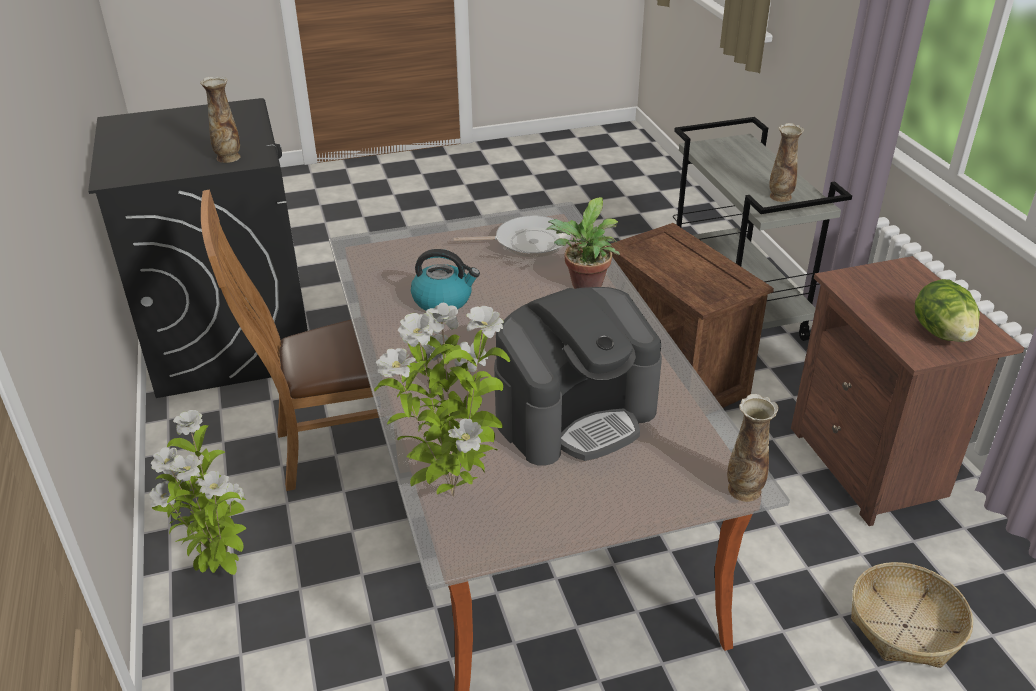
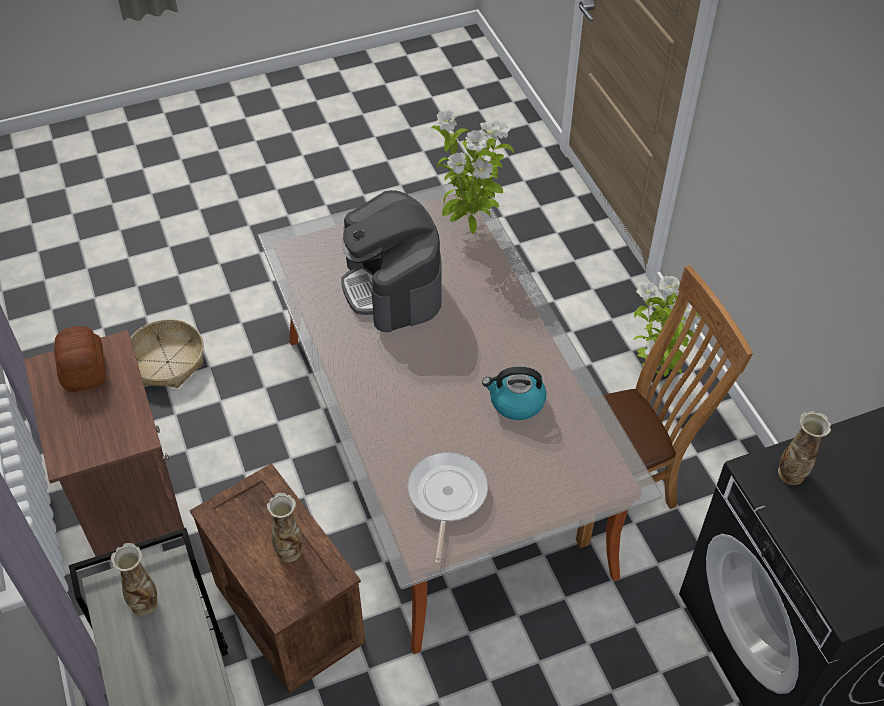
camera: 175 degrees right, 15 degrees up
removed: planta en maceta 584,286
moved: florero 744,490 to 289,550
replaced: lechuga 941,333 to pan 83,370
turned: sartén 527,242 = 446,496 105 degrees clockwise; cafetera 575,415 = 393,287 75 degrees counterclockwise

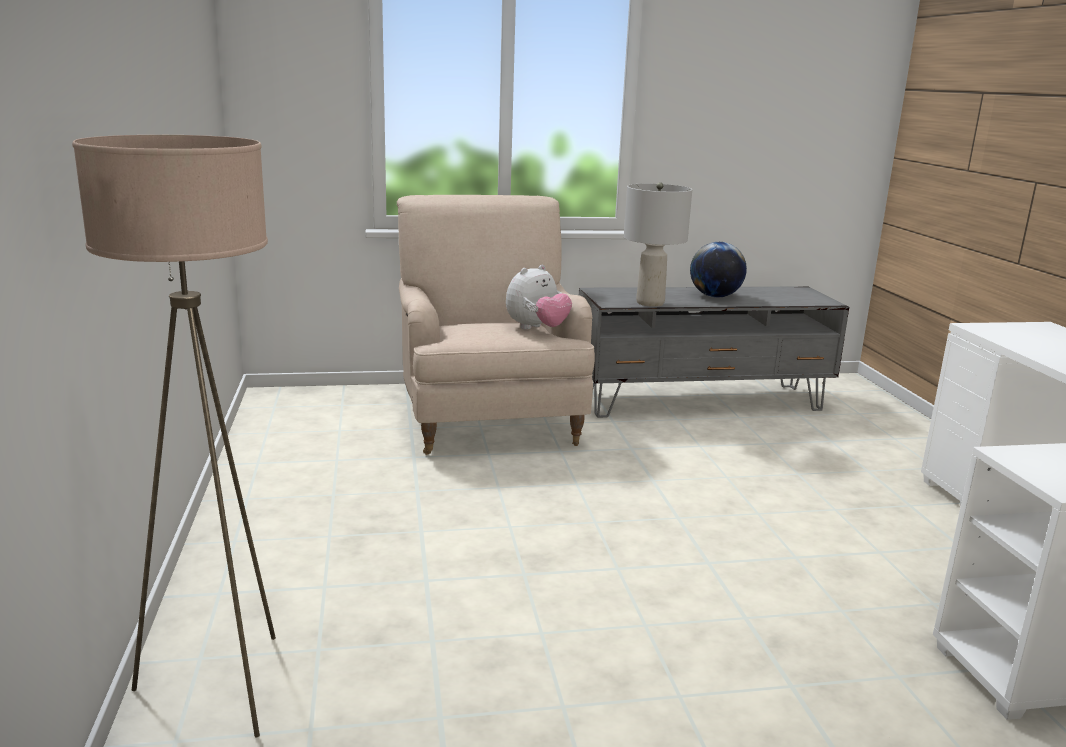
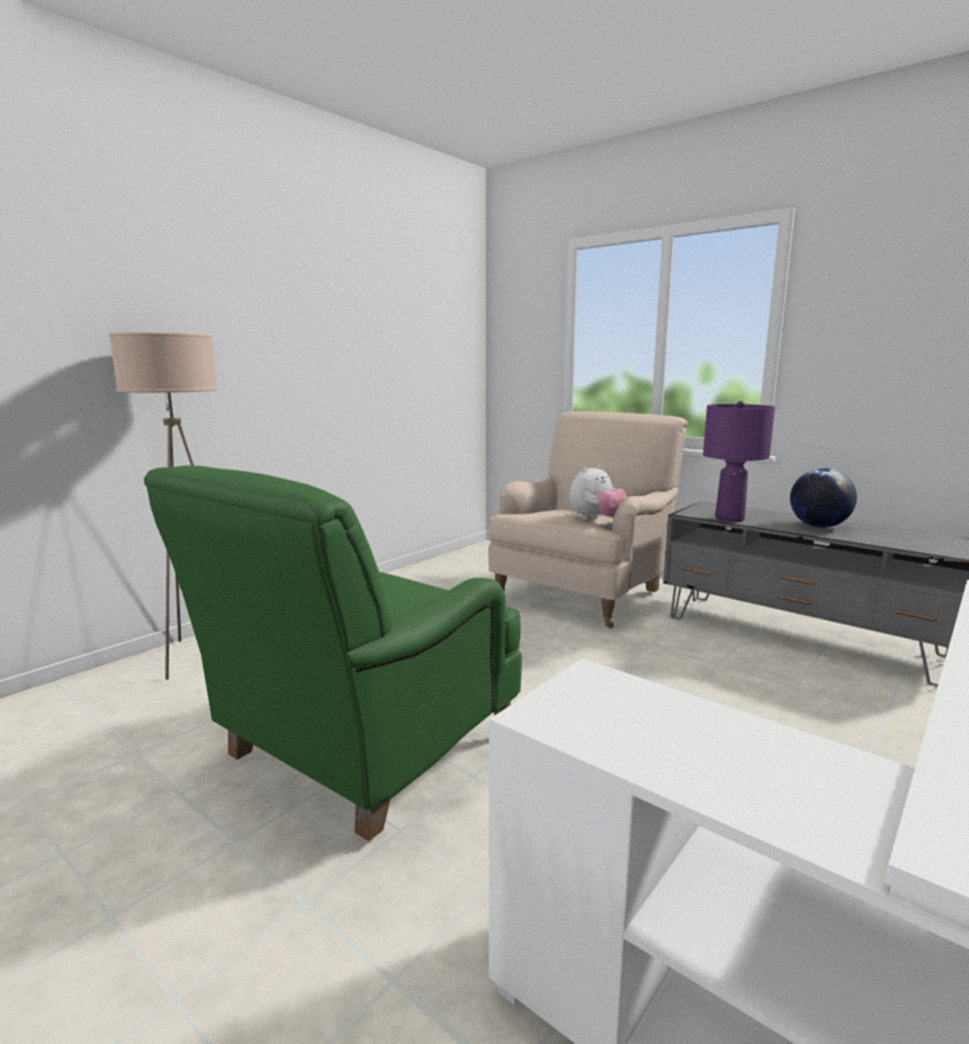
camera: 50 degrees right, 5 degrees down
added: sillón [verde] 360,755
recoloured: lámpara de mesa [gris] 650,303 to lámpara de mesa [morado] 729,519
turned: peluche 537,329 = 596,519 45 degrees counterclockwise

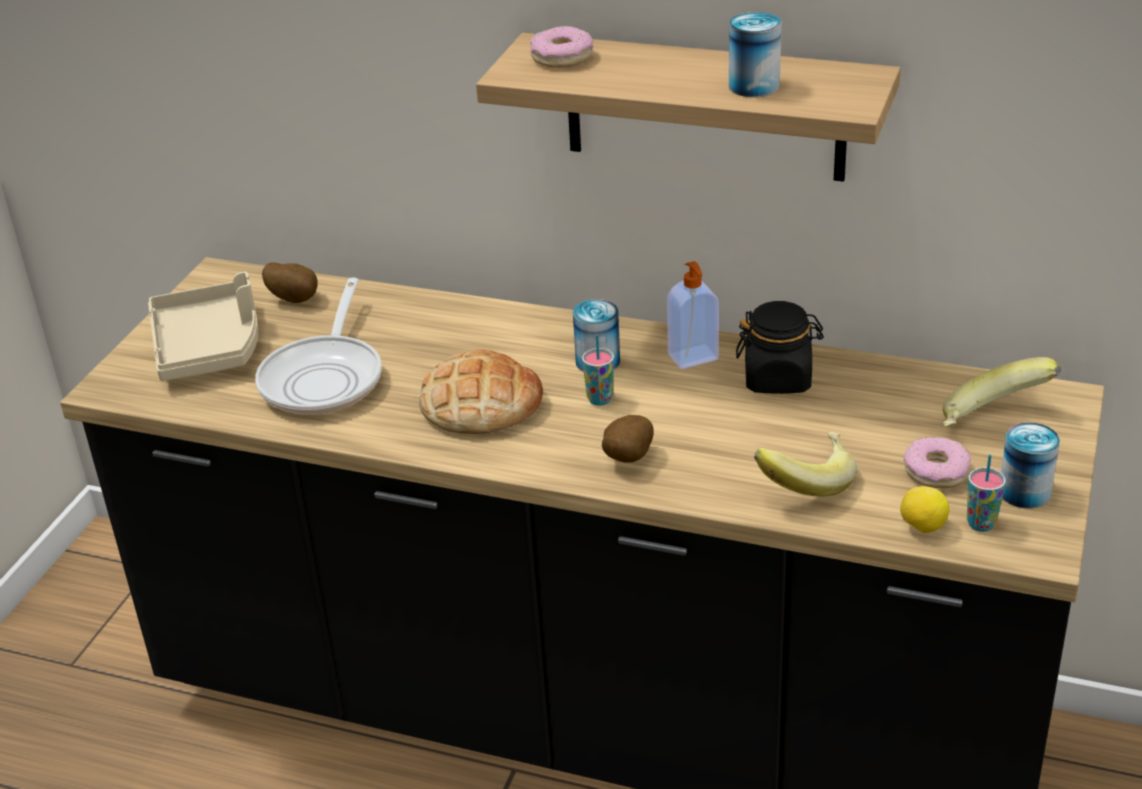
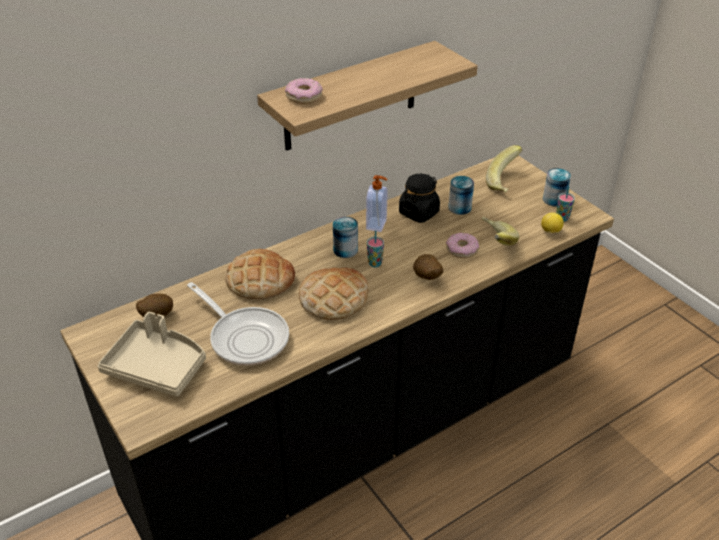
camera: 55 degrees left, 5 degrees up
added: pan 260,280
moved: lata 754,86 to 459,207; rosquilla 936,471 to 462,249

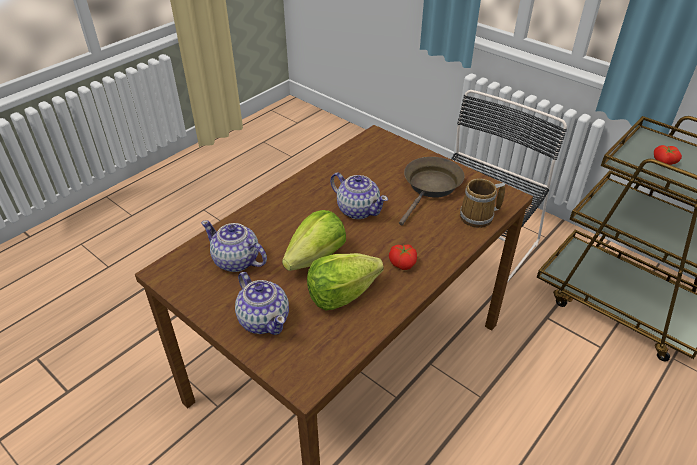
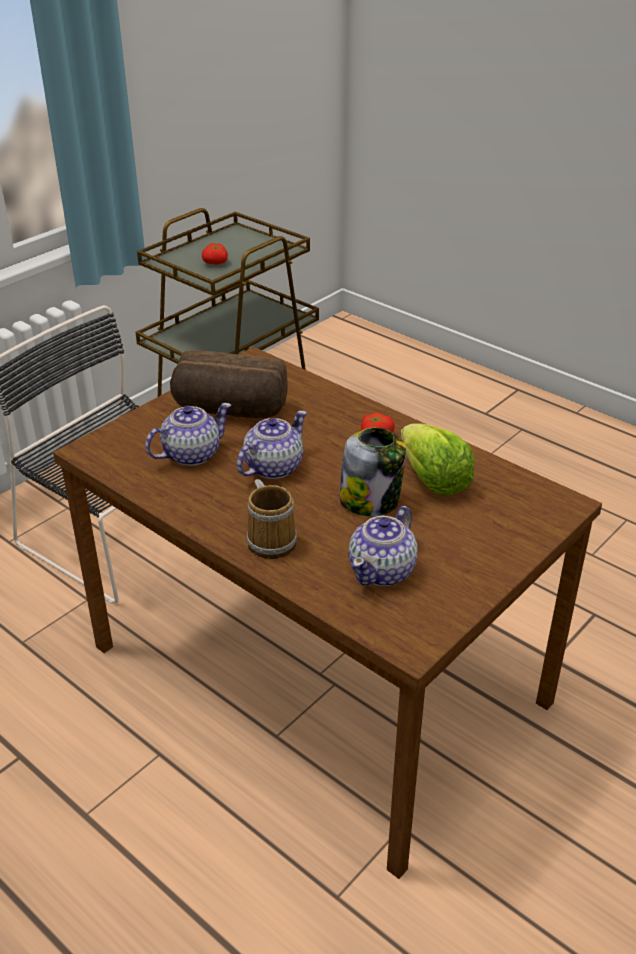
camera: 90 degrees left, 5 degrees down
moved: taza grande 479,217 to 272,540; tetera 264,319 to 190,454
replaced: sartén [marrón] 431,187 to pan 229,410; lechuga 316,258 to tarro 370,500

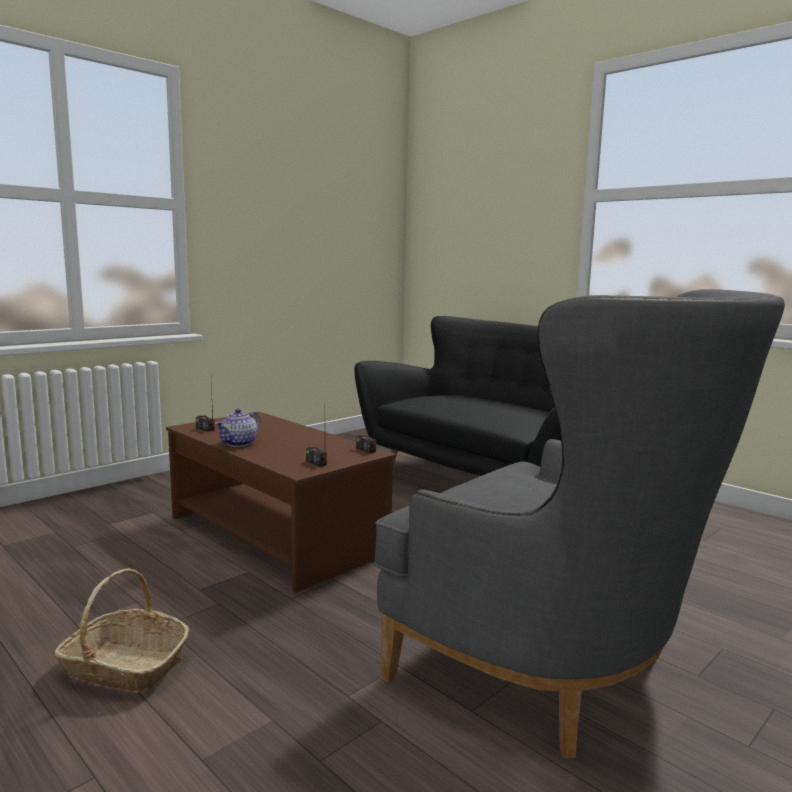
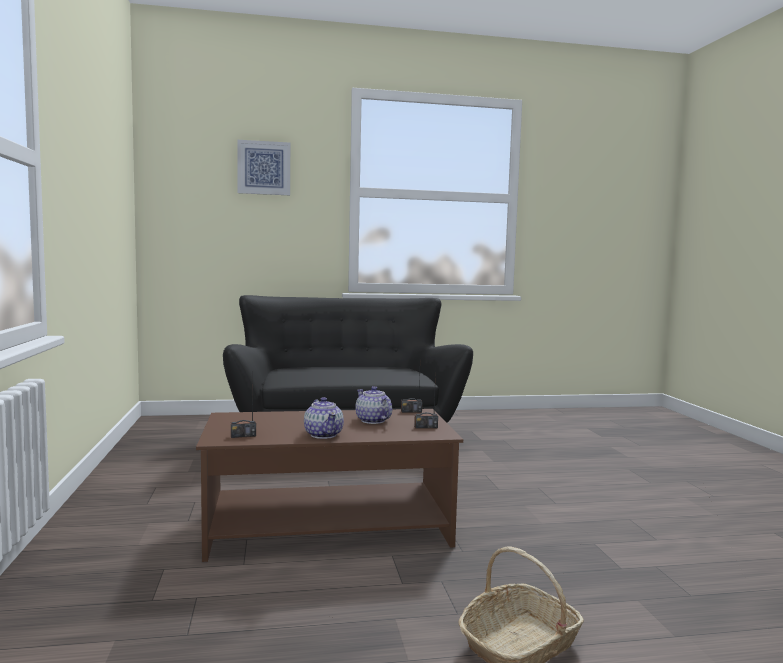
camera: 55 degrees left, 5 degrees down
removed: sillón [gris] 557,674
added: cuadro 264,168; tetera 373,421

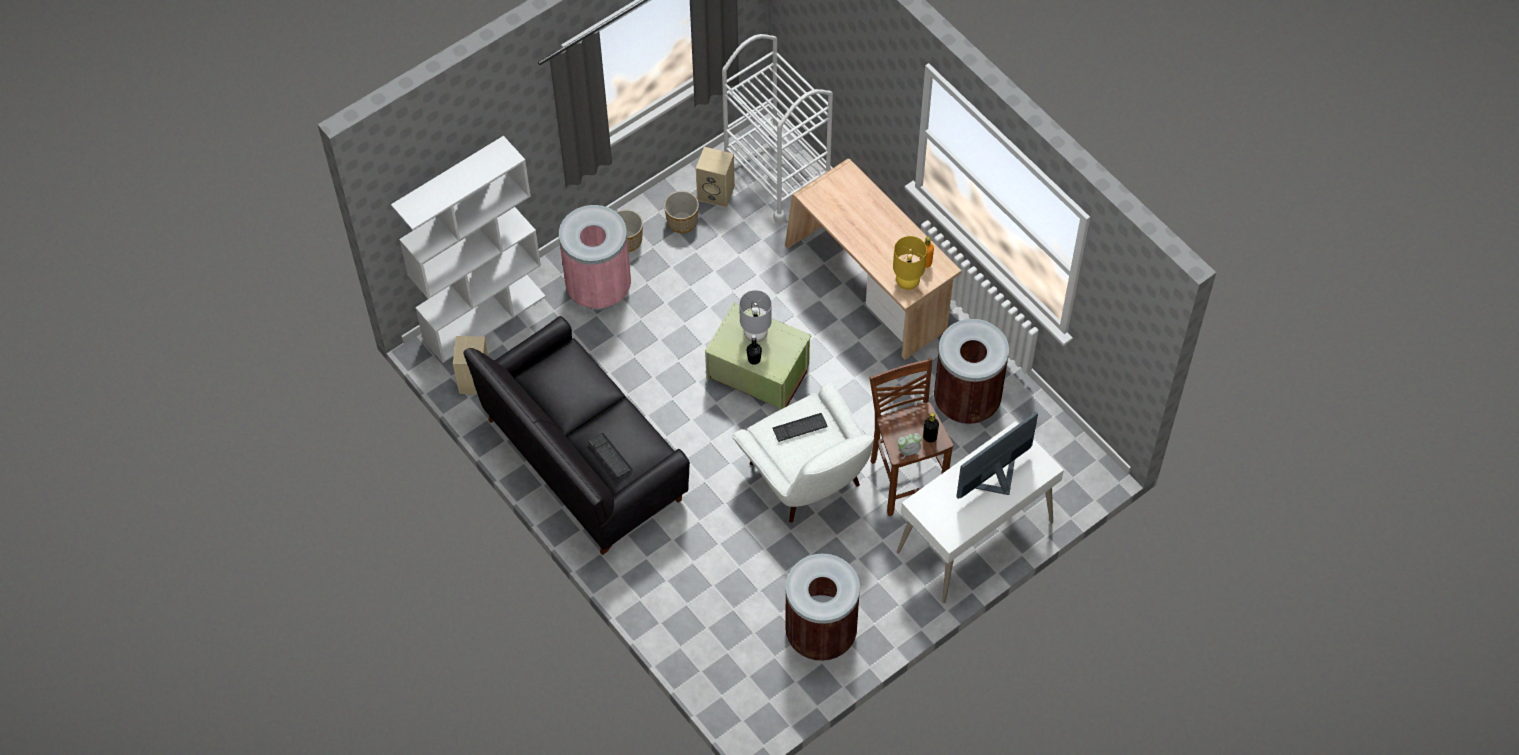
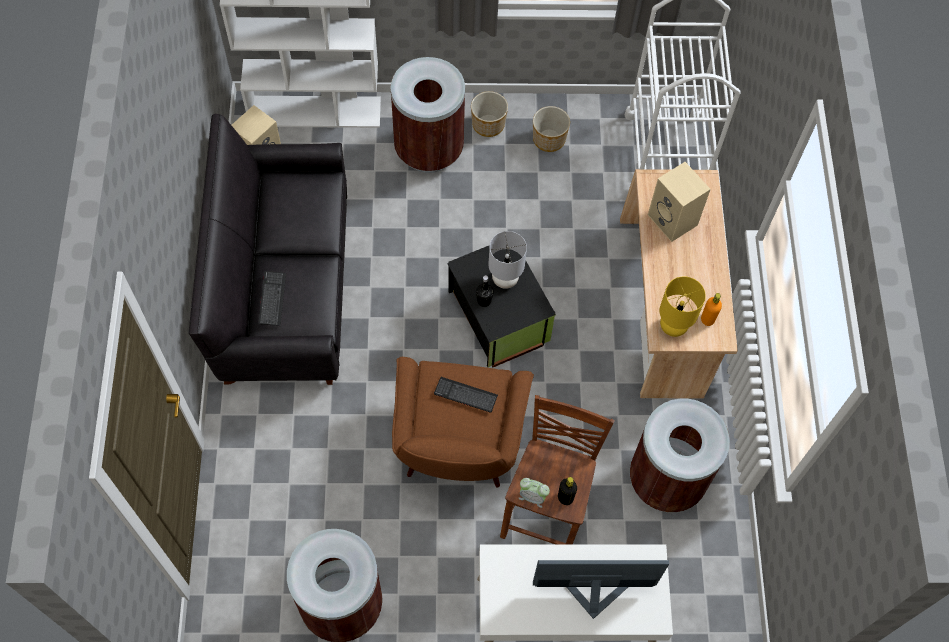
camera: 35 degrees right, 5 degrees up
moved: altavoz [beis] 717,192 to 674,220
recoloured: papelera [rosa] 599,288 to papelera [marrón] 429,149; caja de almacenaje [verde] 757,373 to caja de almacenaje [negro] 497,317; sillón [blanco] 808,480 to sillón [marrón] 457,448

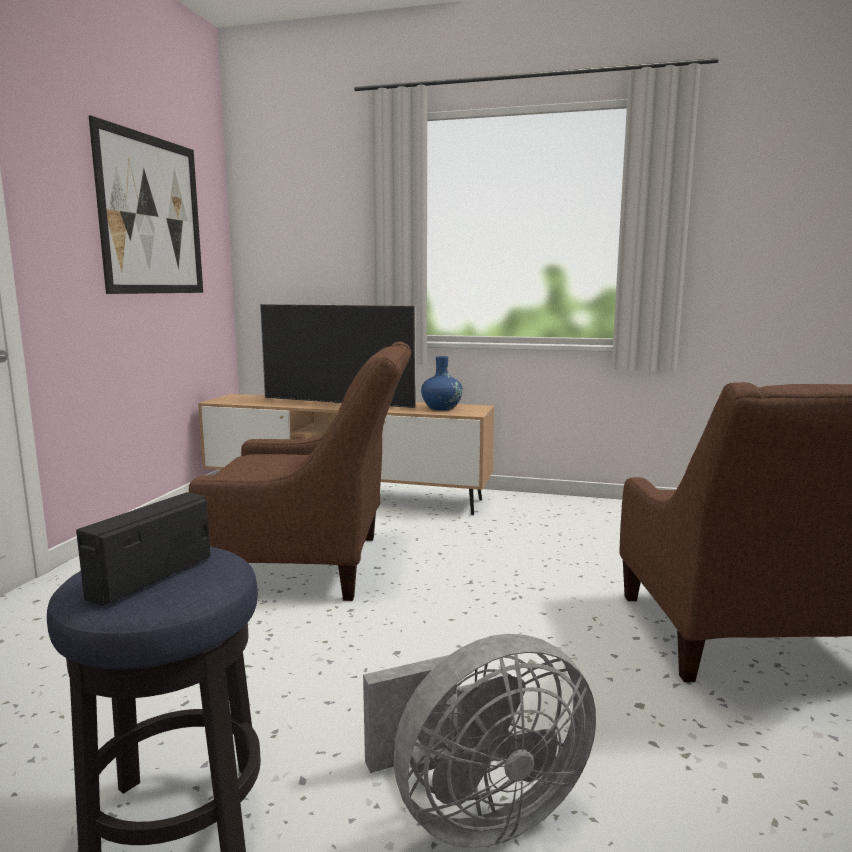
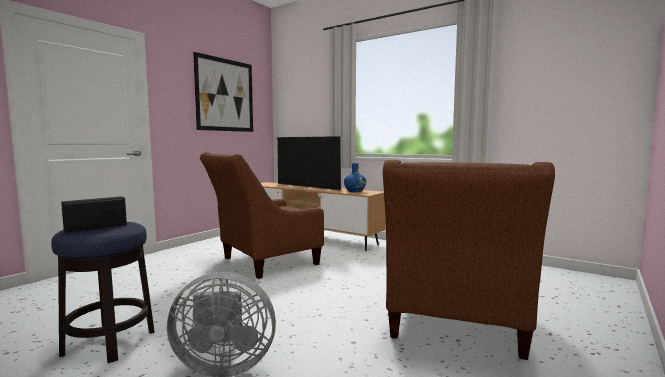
camera: 20 degrees right, 5 degrees down
turned: sillón [marrón] 315,565 = 263,262 120 degrees clockwise

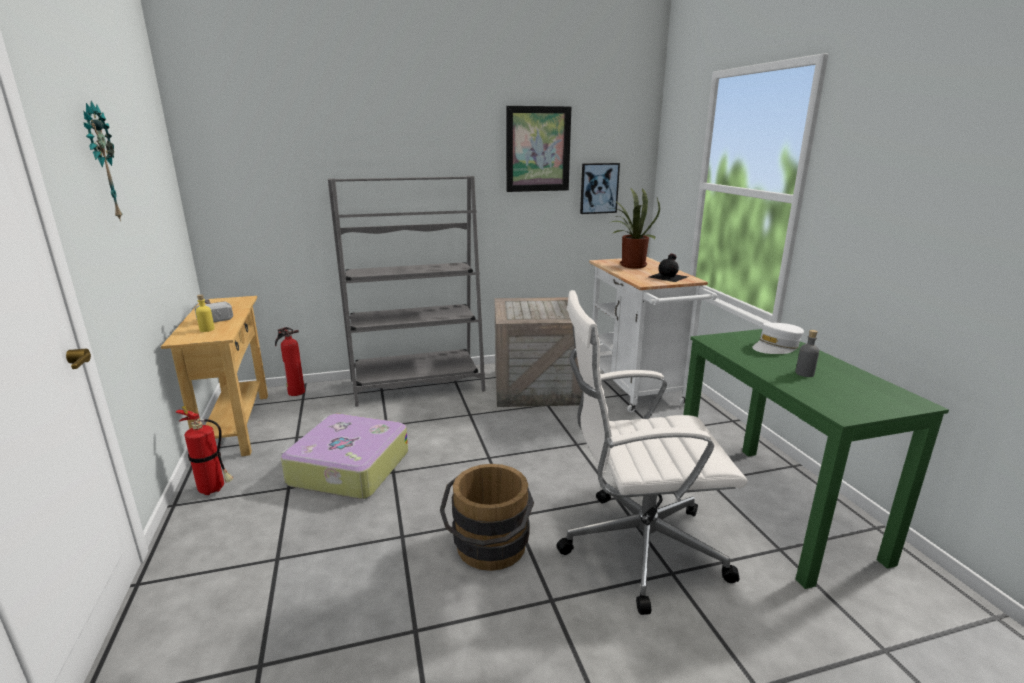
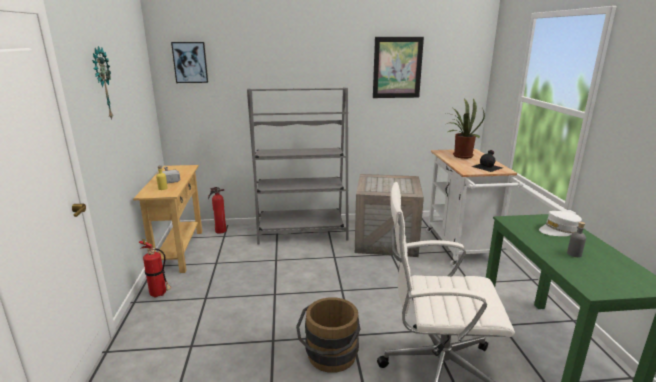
camera: 10 degrees right, 0 degrees up
removed: maleta 348,469
moved: cuadro 599,188 to 190,62

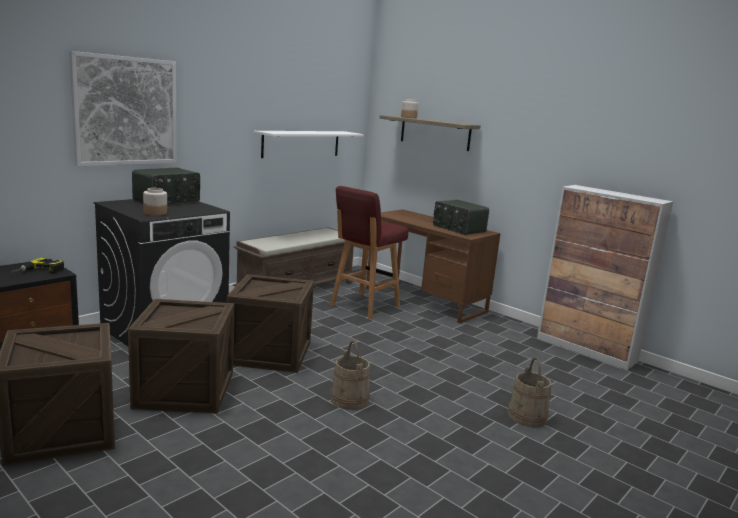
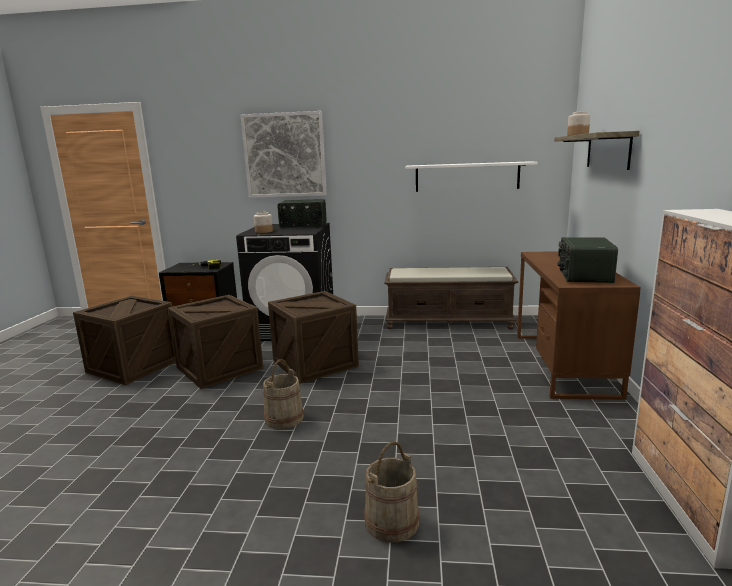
camera: 55 degrees right, 0 degrees up
removed: taburete [rojo] 363,306

